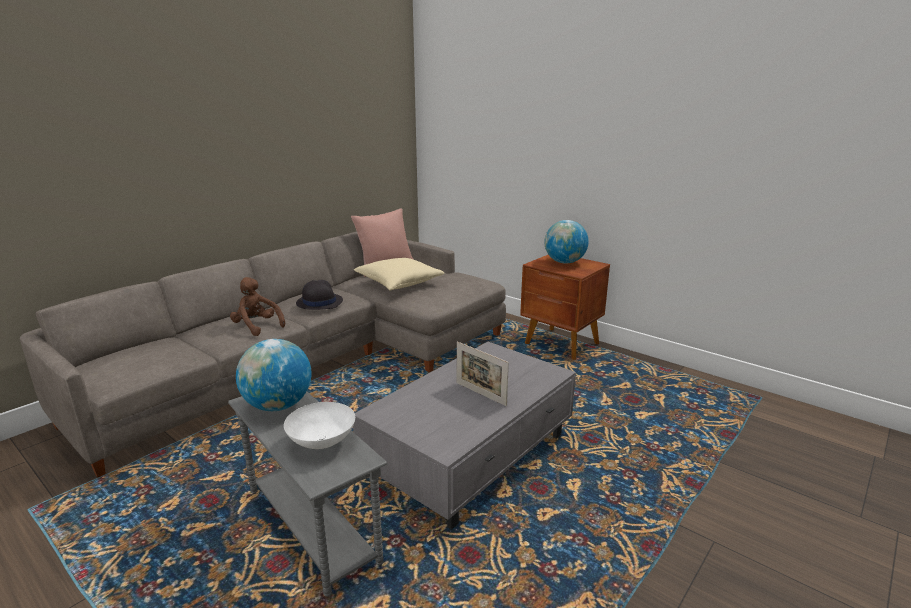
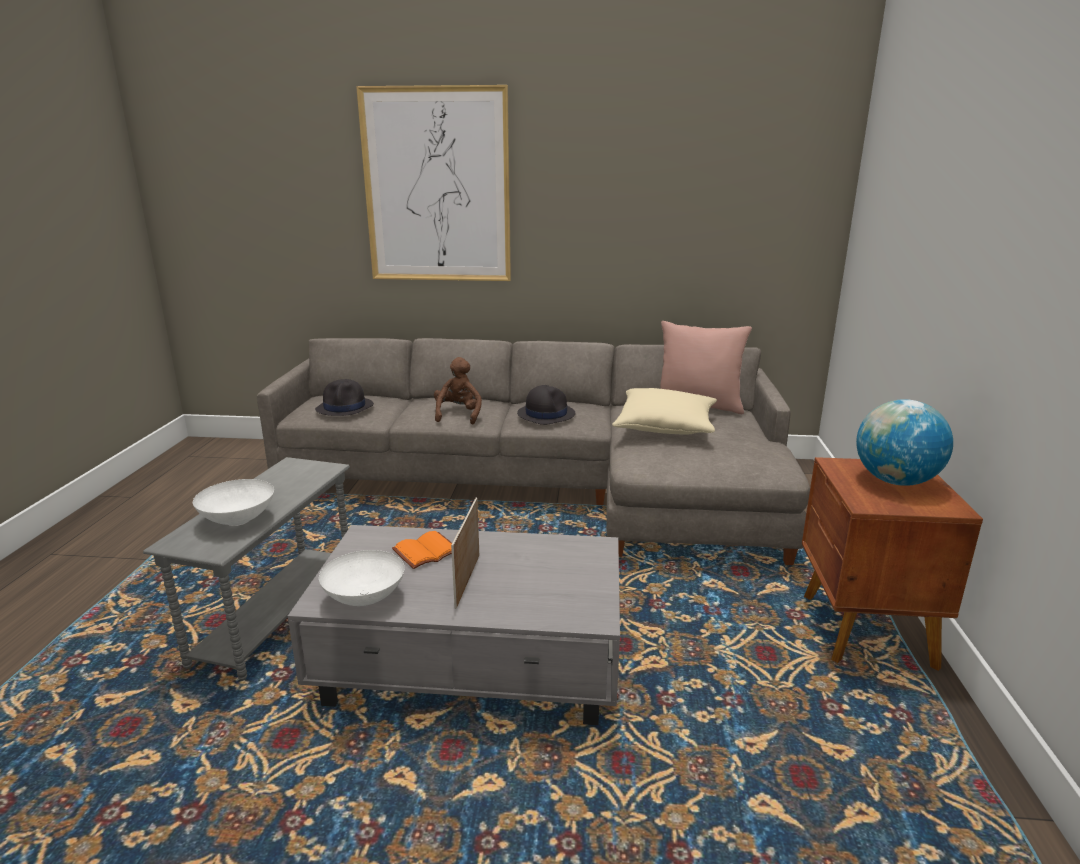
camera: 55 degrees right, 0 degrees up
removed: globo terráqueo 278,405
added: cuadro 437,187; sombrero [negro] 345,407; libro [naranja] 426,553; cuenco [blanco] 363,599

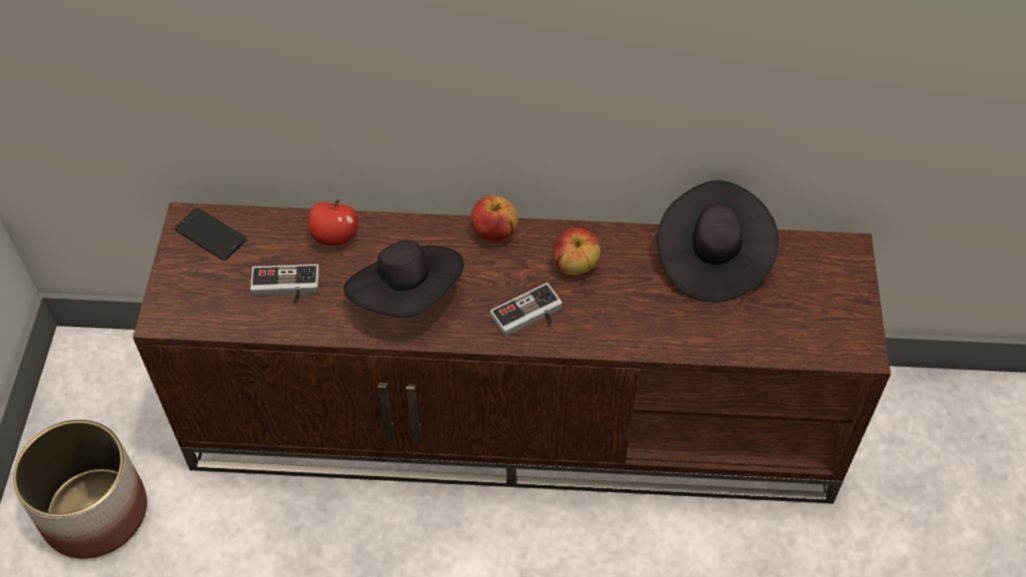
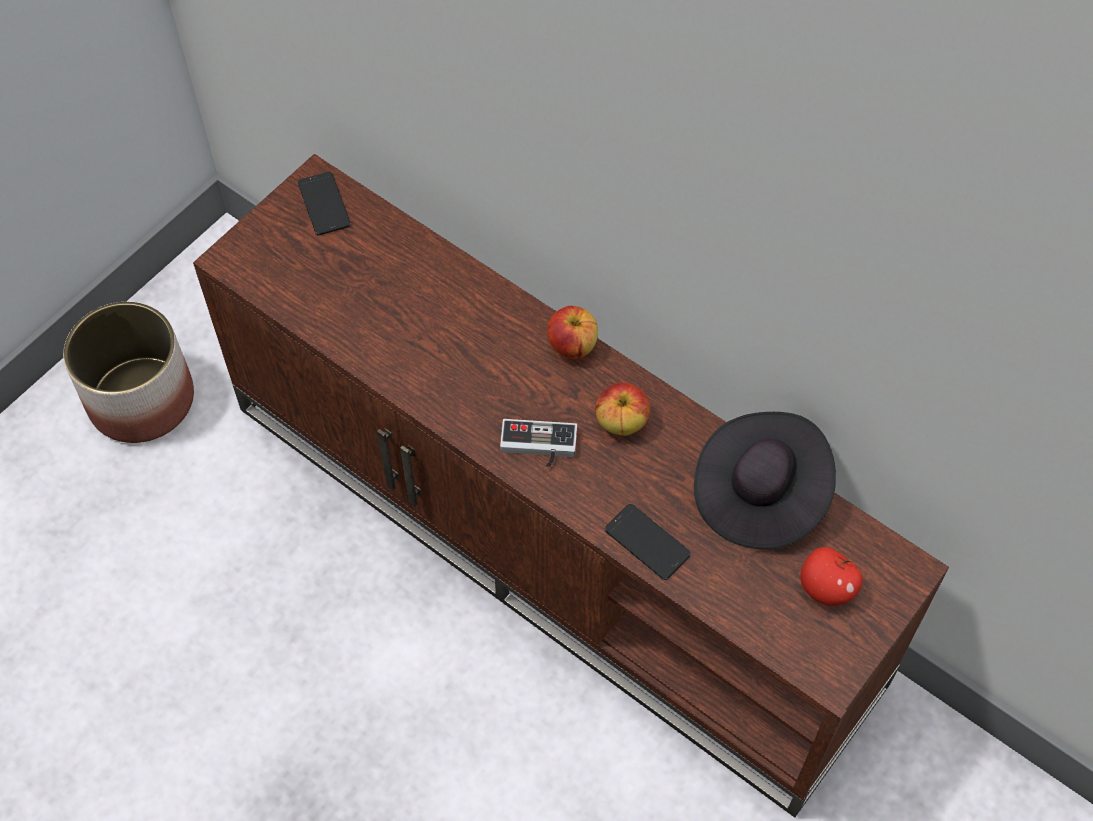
camera: 35 degrees right, 5 degrees up
removed: sombrero [negro] 408,296; mando de consola 285,288
added: móvil 647,542
moved: manzana 334,237 to 826,588

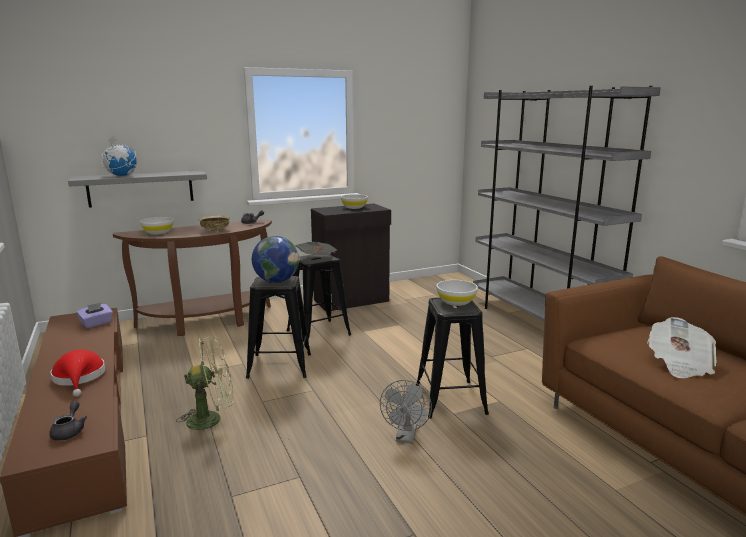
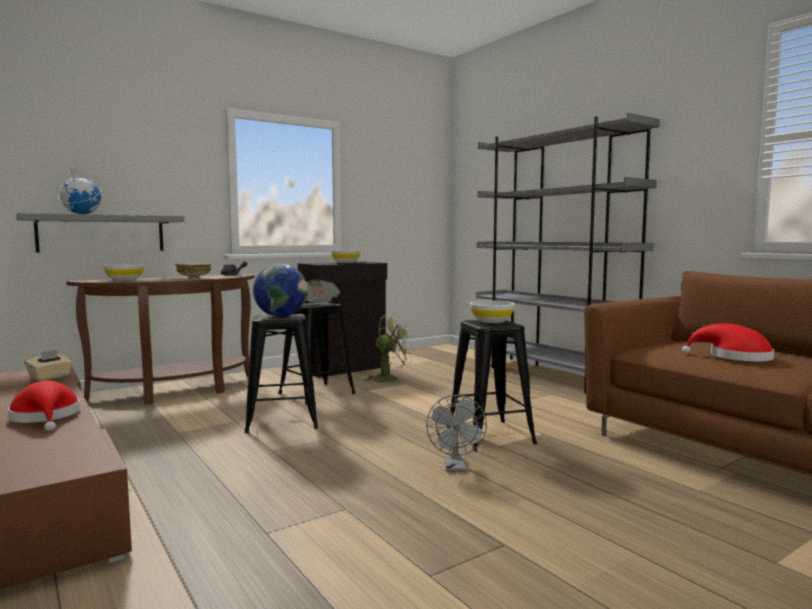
camera: 10 degrees left, 10 degrees down
removed: tetera [gris] 69,431
moved: ventilador [verde] 212,419 to 390,379
replaced: periódico 679,364 to sombrero [rojo] 734,357
recoloured: caja de pañuelos [morado] 96,324 to caja de pañuelos [beis] 50,377

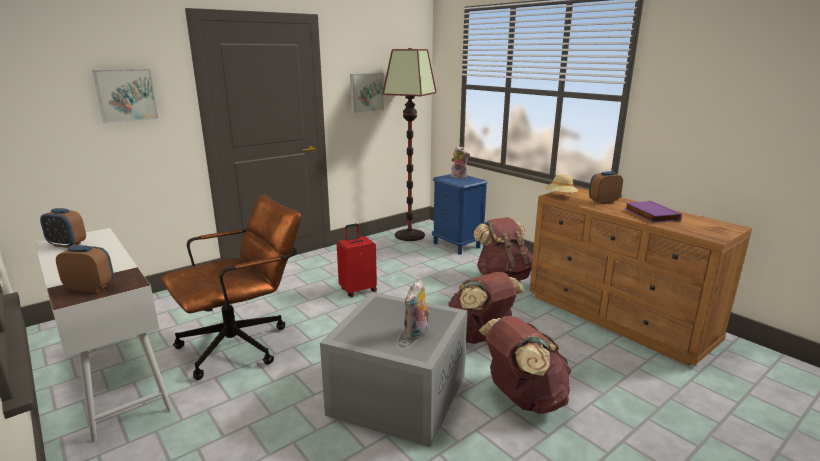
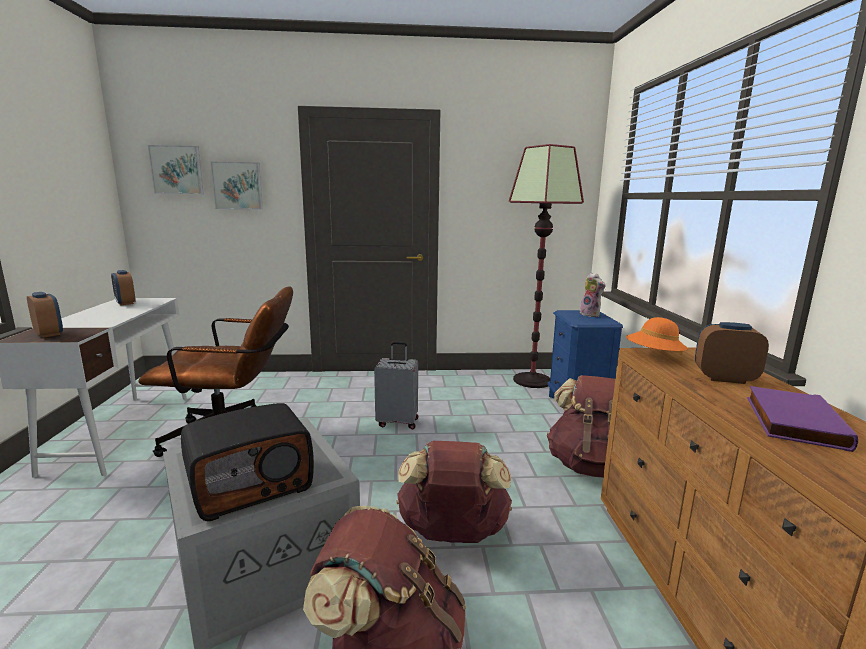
camera: 35 degrees right, 5 degrees down
moved: cuadro 366,92 to 177,170
replaced: peluche 417,334 to radio 251,485
recoloured: sombrero [beis] 560,197 to sombrero [naranja] 654,356; maleta [rojo] 358,290 to maleta [gris] 398,422

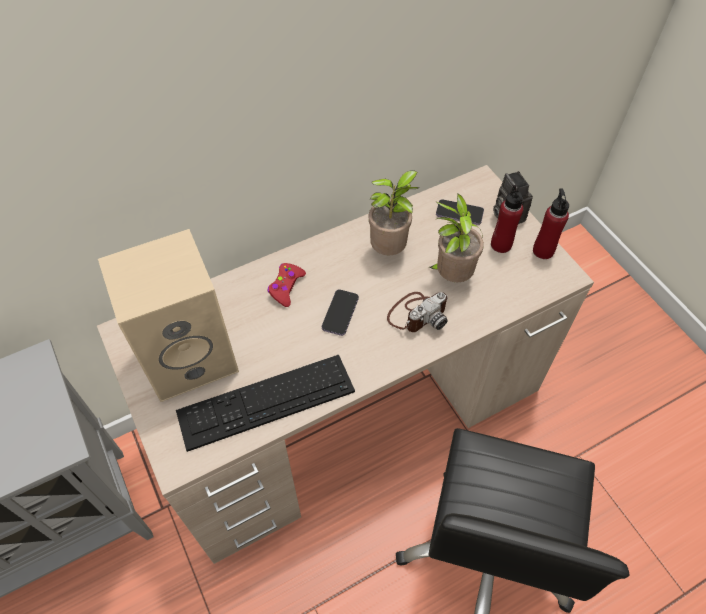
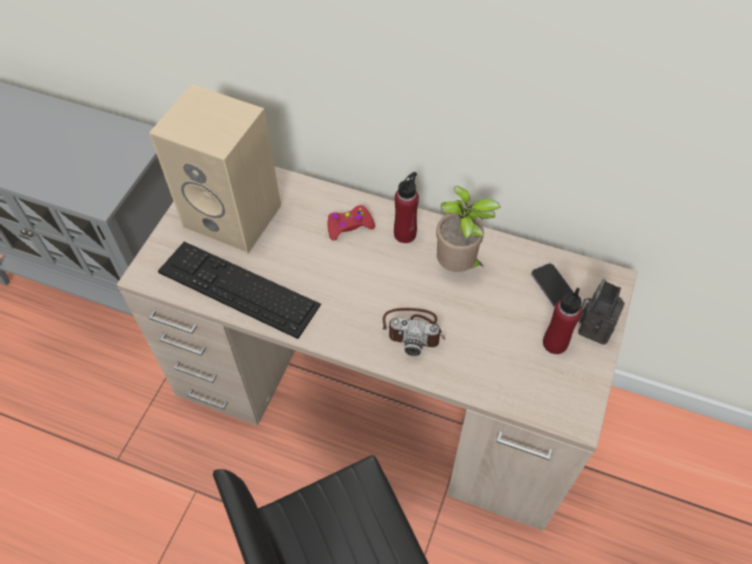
camera: 50 degrees right, 0 degrees up
removed: planta en maceta 451,275; móvil 340,313
moved: botella [rojo] 543,250 to 405,234

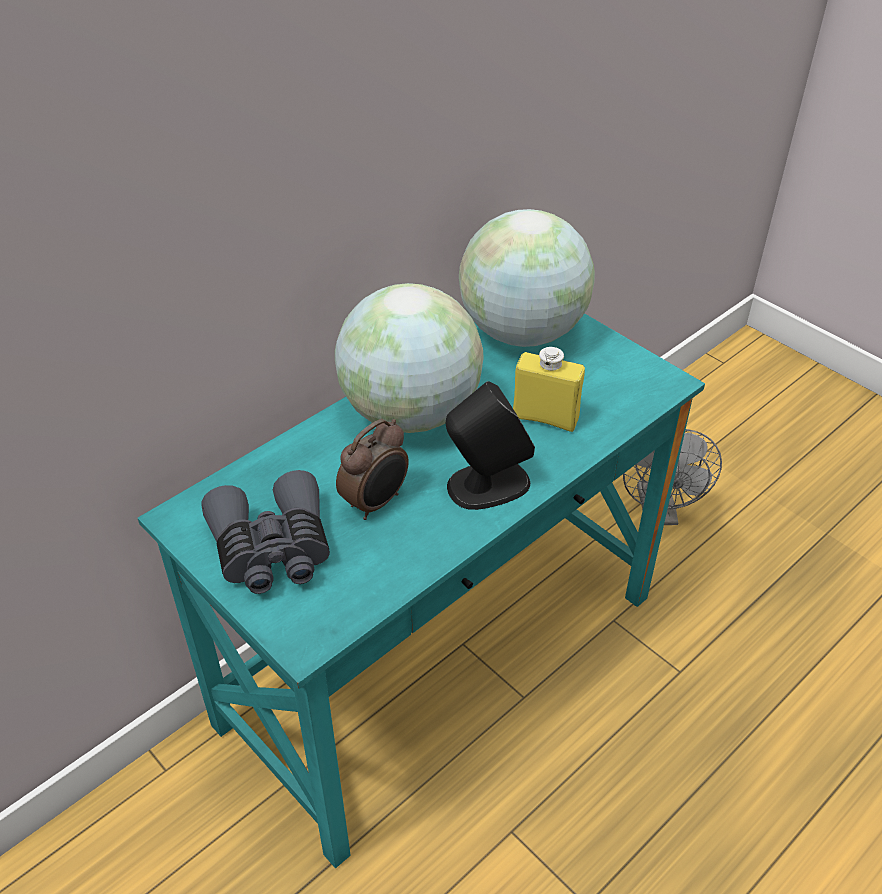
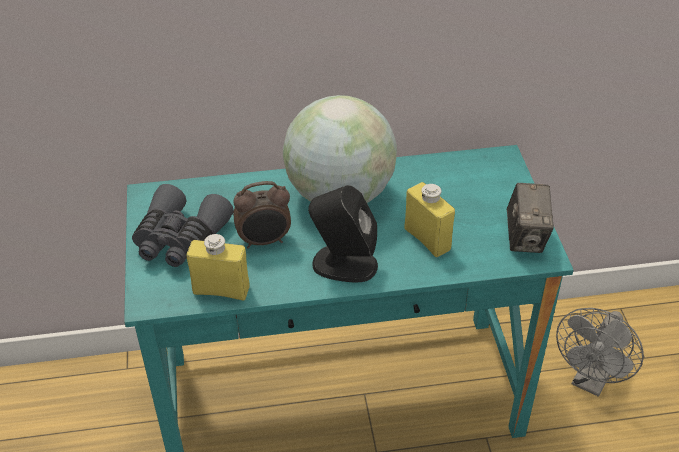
camera: 35 degrees right, 0 degrees up
removed: globo terráqueo 522,333
added: cámara 525,238; botella [amarillo] 221,290

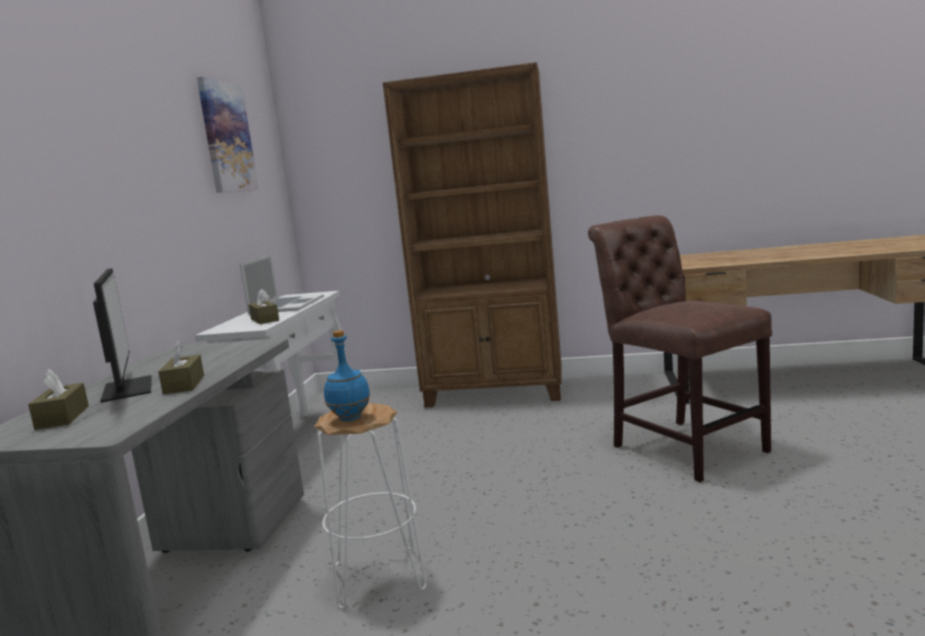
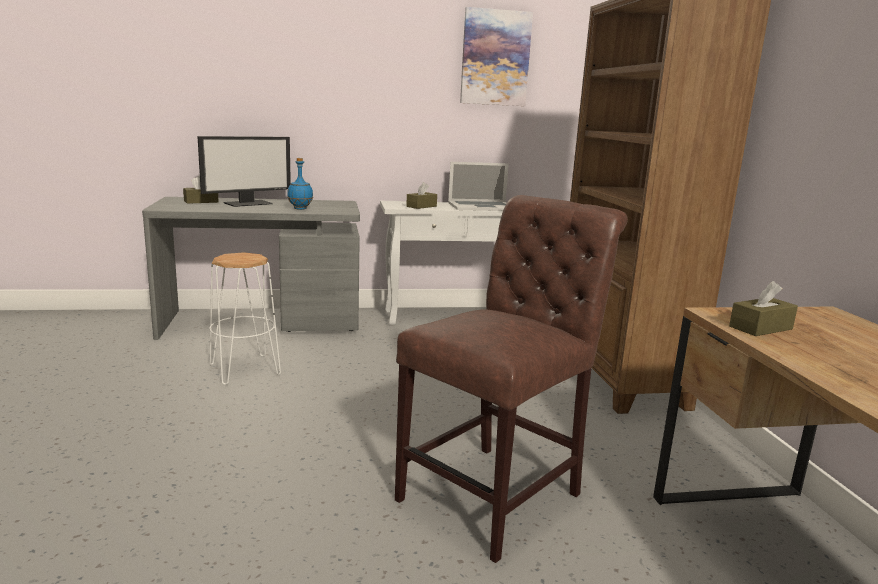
camera: 70 degrees right, 5 degrees up
moved: botella [azul] 349,418 to 300,209; caja de pañuelos [marrón] 184,385 to 760,328

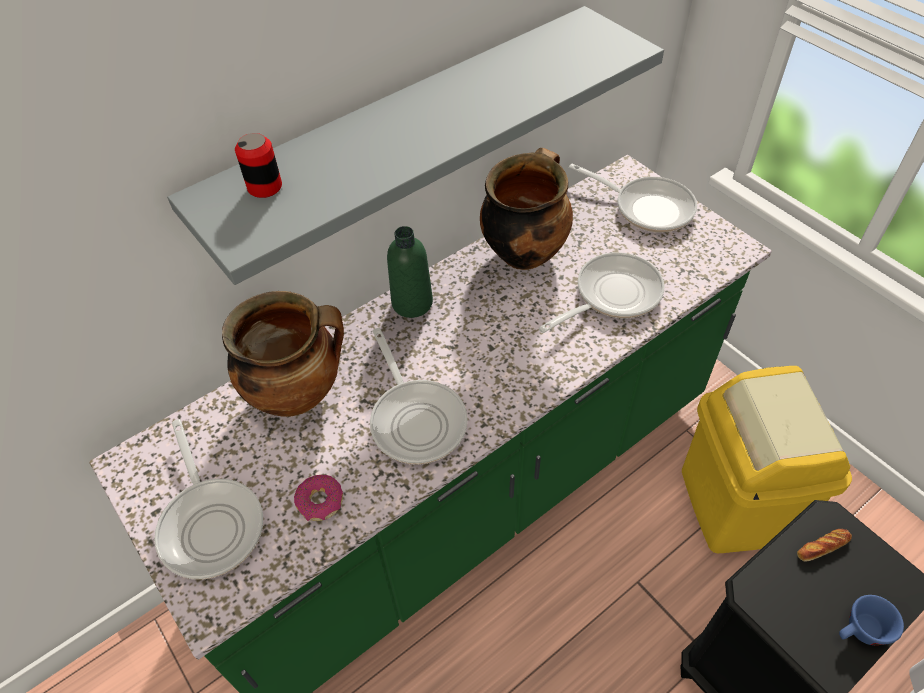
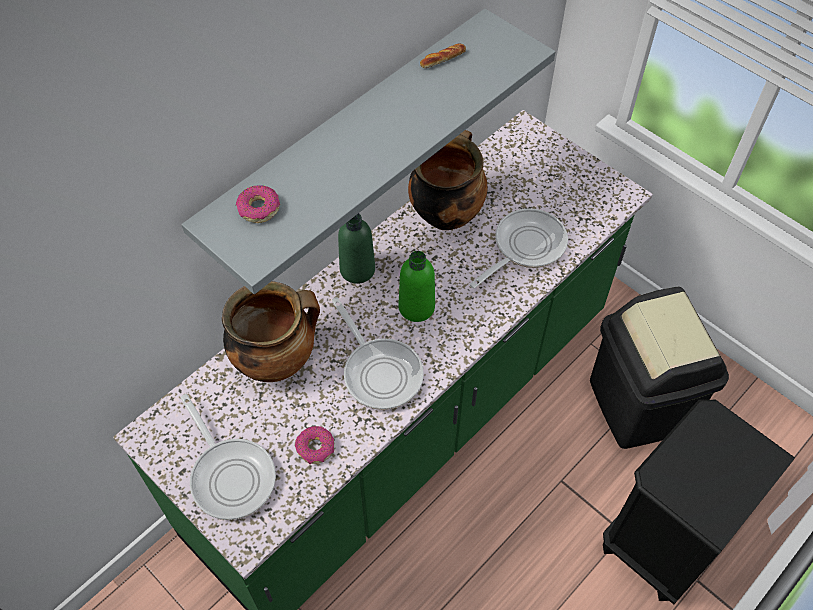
camera: 10 degrees left, 5 degrees up
removed: sartén 647,207; taza [azul] 860,632
added: botella [verde] 416,307
moved: pan 822,547 to 443,59
replaced: lata 265,187 to rosquilla 258,209
recoloured: papelera [amarillo] 737,504 to papelera [negro] 639,404

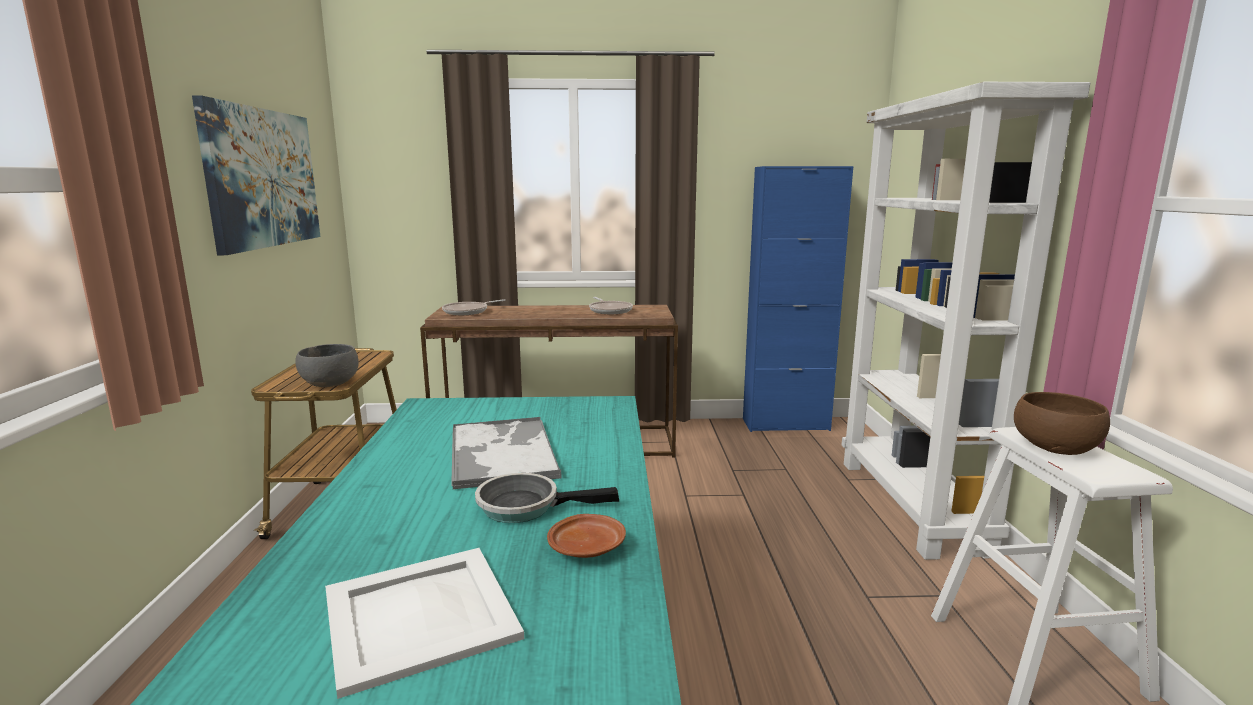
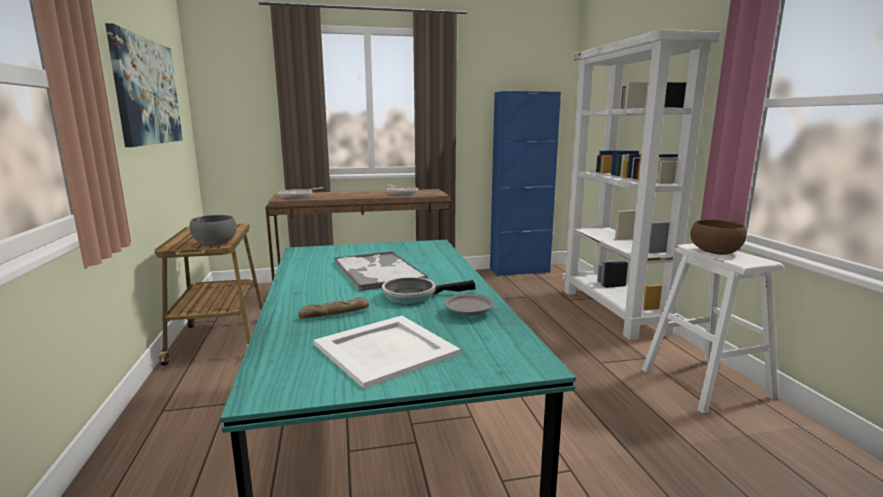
camera: 10 degrees left, 0 degrees up
added: pan 334,314
recoloured: plato [marrón] 587,547 to plato [gris] 469,312

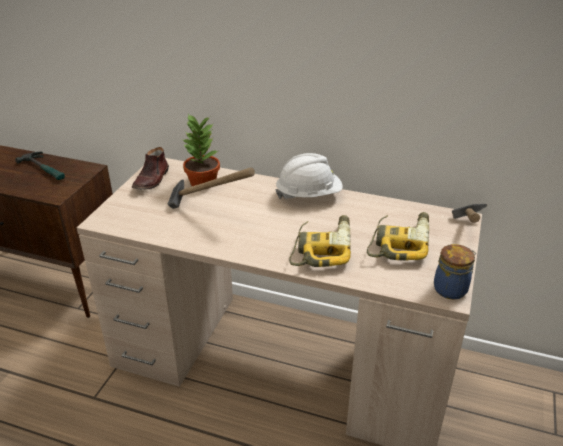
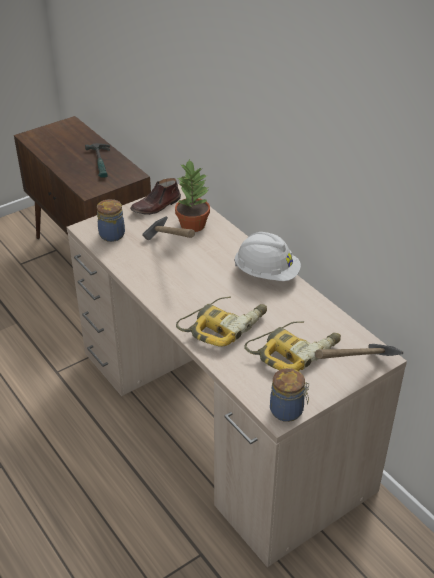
camera: 35 degrees right, 5 degrees up
added: tarro 112,234

